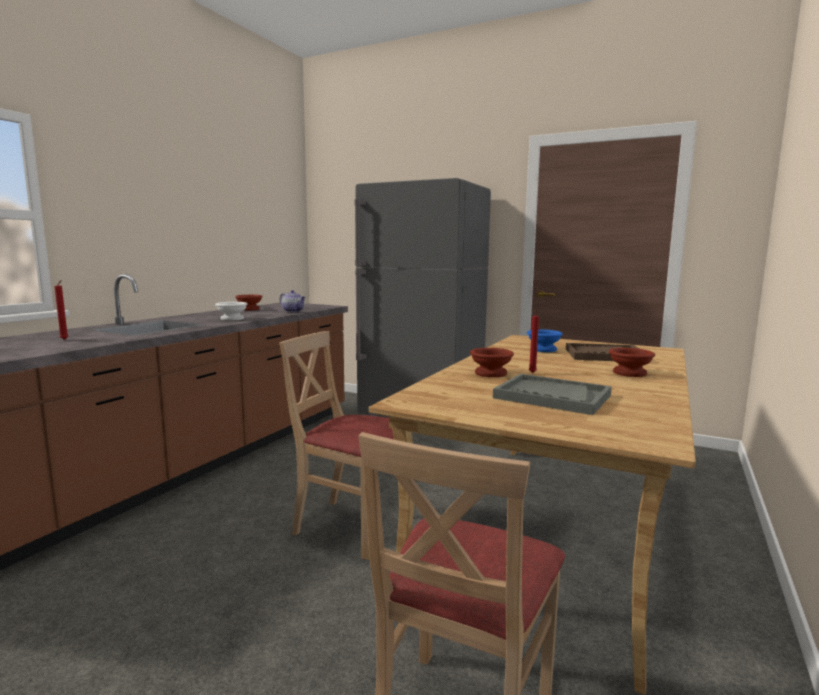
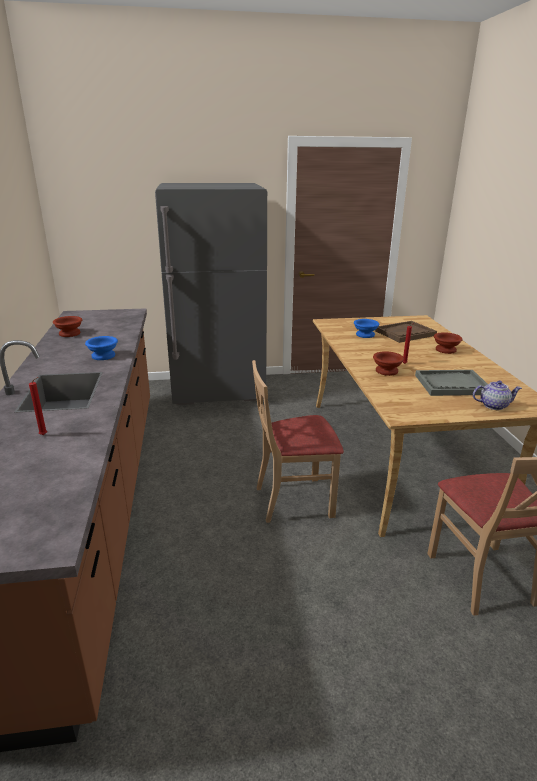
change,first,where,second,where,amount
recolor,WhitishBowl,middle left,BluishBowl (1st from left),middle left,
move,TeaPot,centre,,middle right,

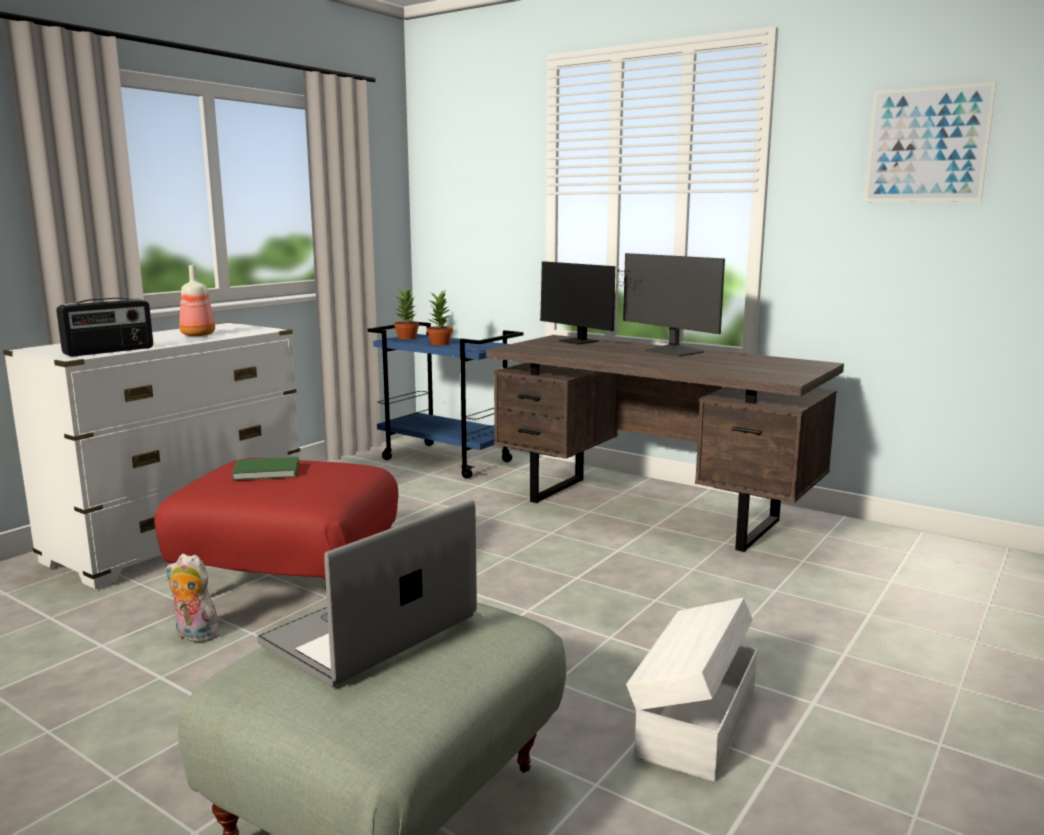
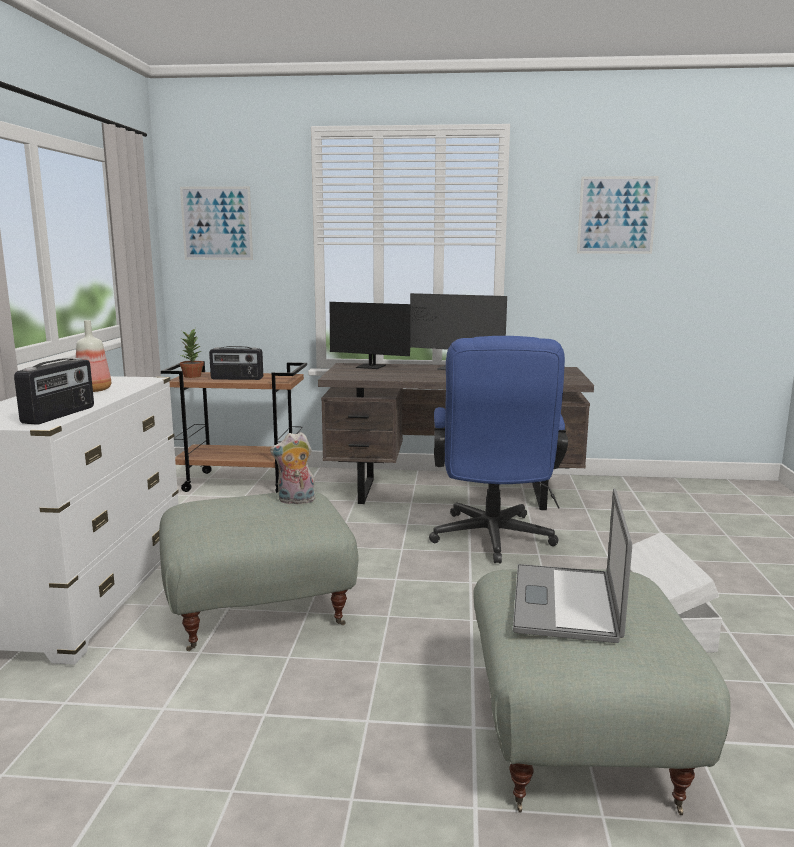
change,first,where,second,where,amount
recolor,RedColouredOttoman,middle left,GreyOttoman (1st from left),bottom left,
move,PlushToy,bottom left,,centre,
delete,GreenColouredBoundBook,middle left,,,
recolor,BluishCart,centre,BrownColouredCart,middle left,
replace,Houseplant (2nd from left),centre,RadioSet (2nd from left),middle left,
insert,,,Picture (1st from left),top left,
insert,,,BluishOfficeChair,centre,

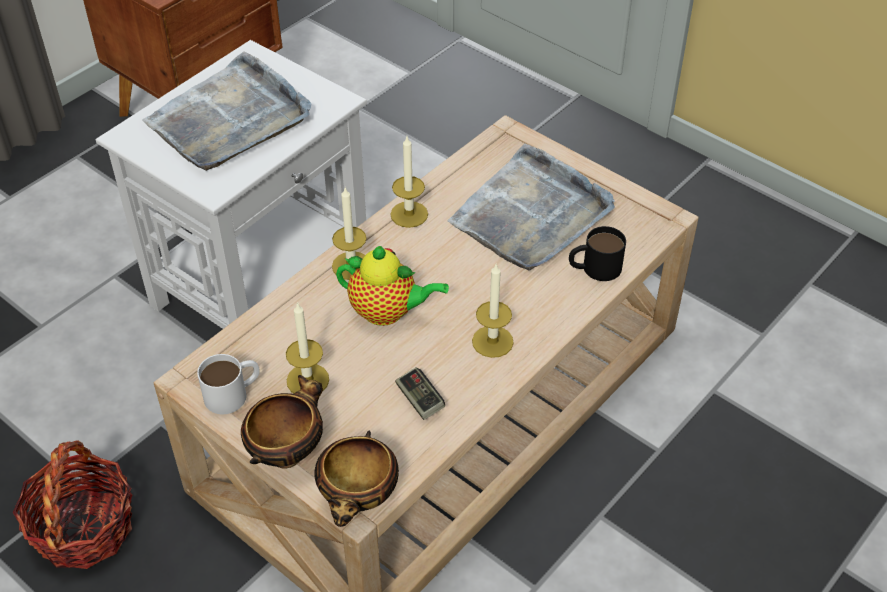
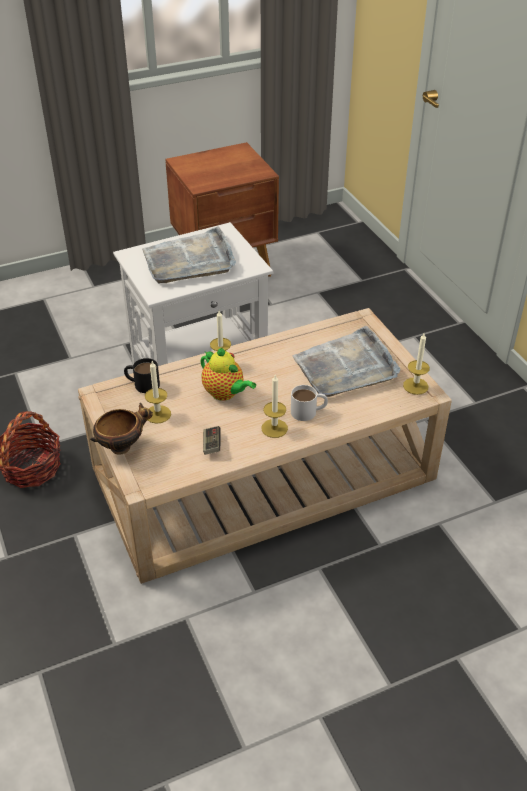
change,first,where,second,where,amount
move,WhitishTeaMug,middle left,,centre,
delete,Bowl (2nd from left),bottom centre,,,
move,Candle (3rd from left in the first image),top centre,Candle (4th from left),middle right,
move,BlackishTeaMug,middle right,,middle left,

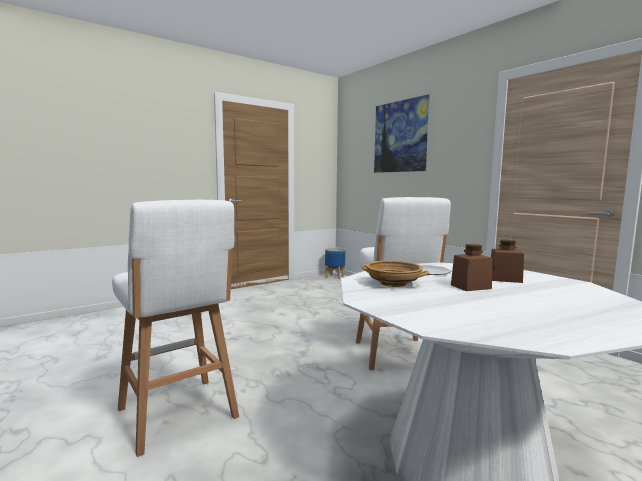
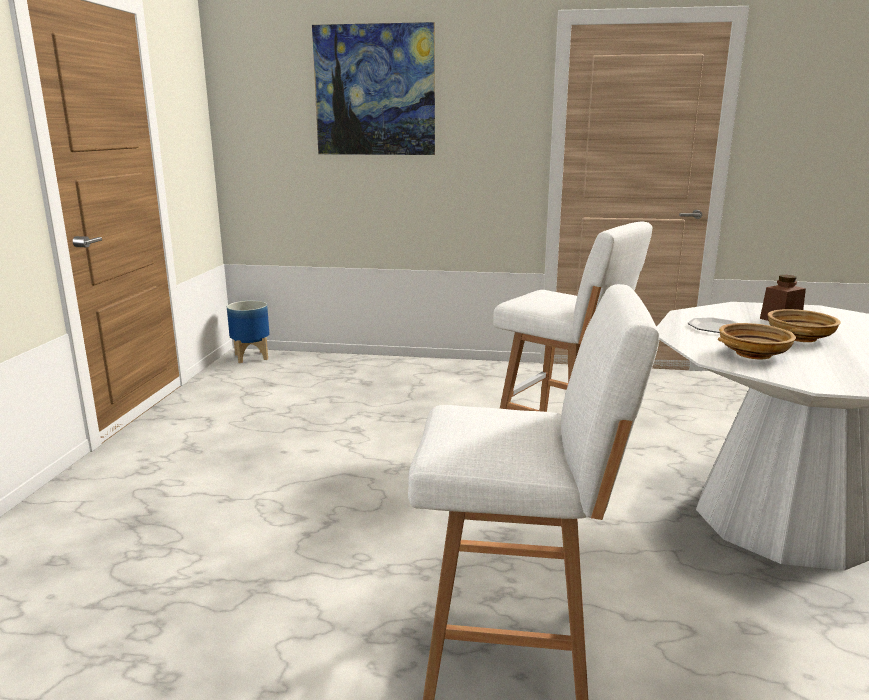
change,first,where,second,where,amount
replace,BrownColouredPreserveJar (1st from left),middle right,SandColouredBowl (2nd from left),middle right,

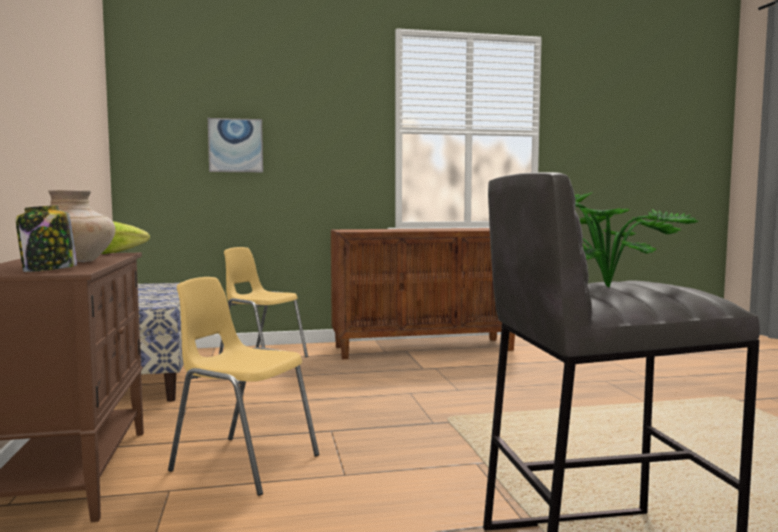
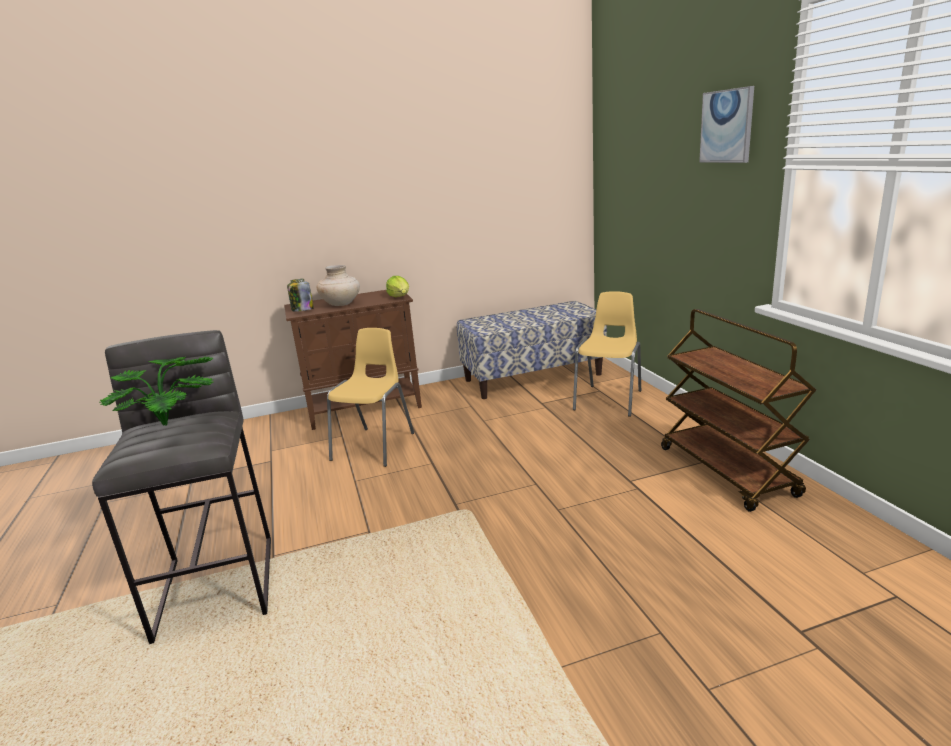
change,first,where,second,where,amount
move,Picture,top left,,top right,
replace,BrownColouredCabinet (2nd from left),centre,BrownColouredCart,middle right,

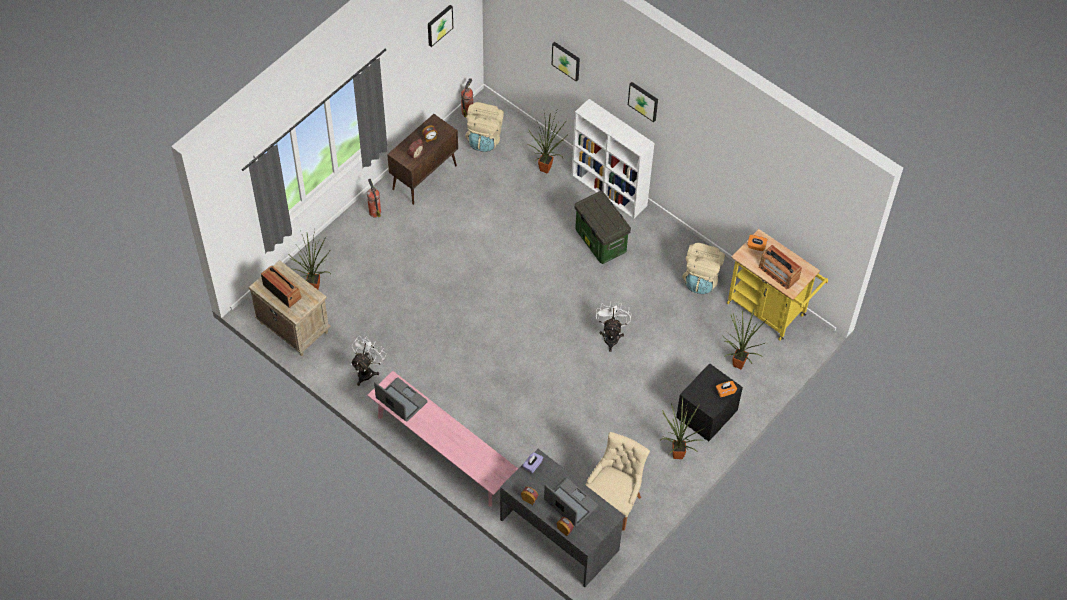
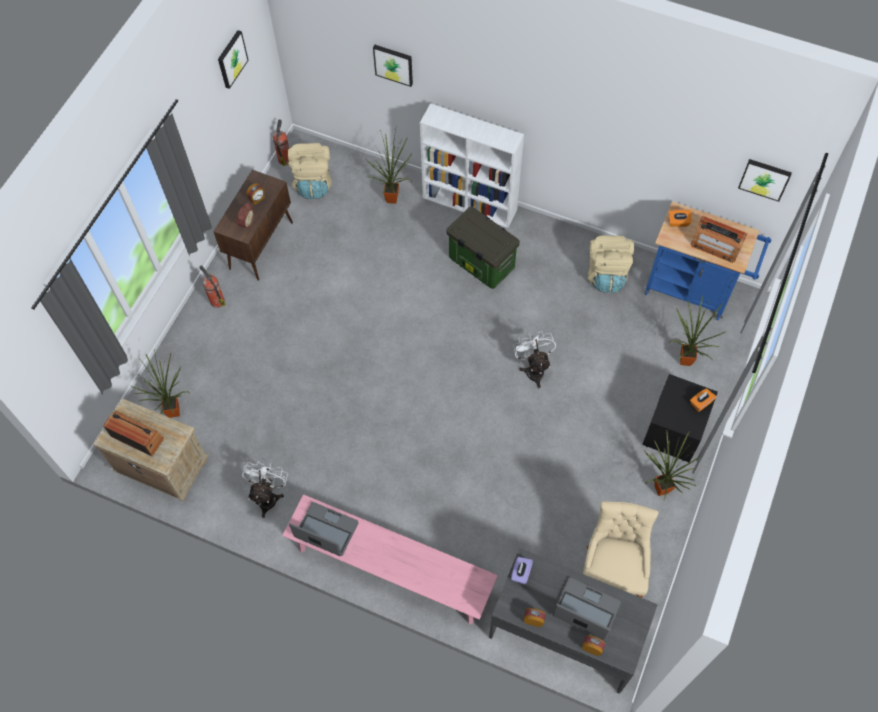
change,first,where,second,where,amount
move,Picture (3rd from left),top centre,,top right,
recolor,YellowishCart,middle right,BluishCart,middle right,

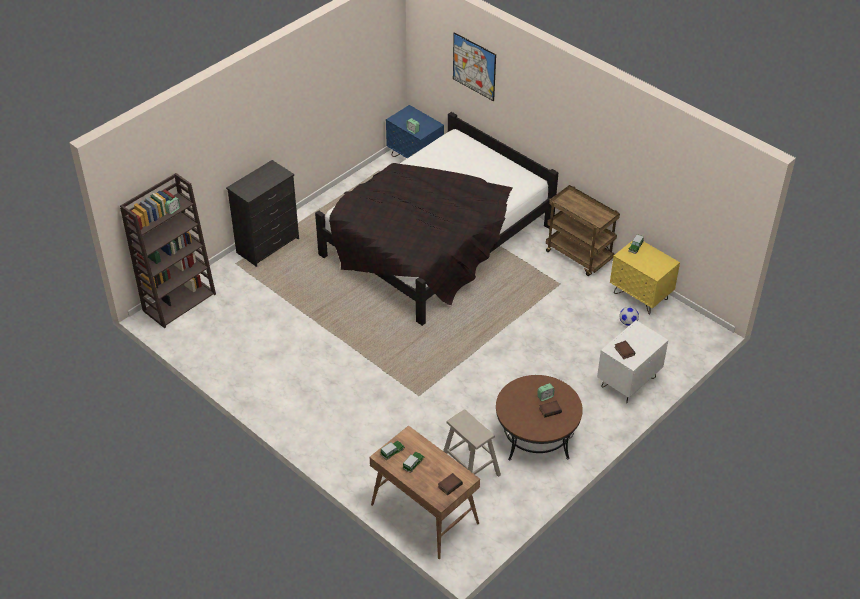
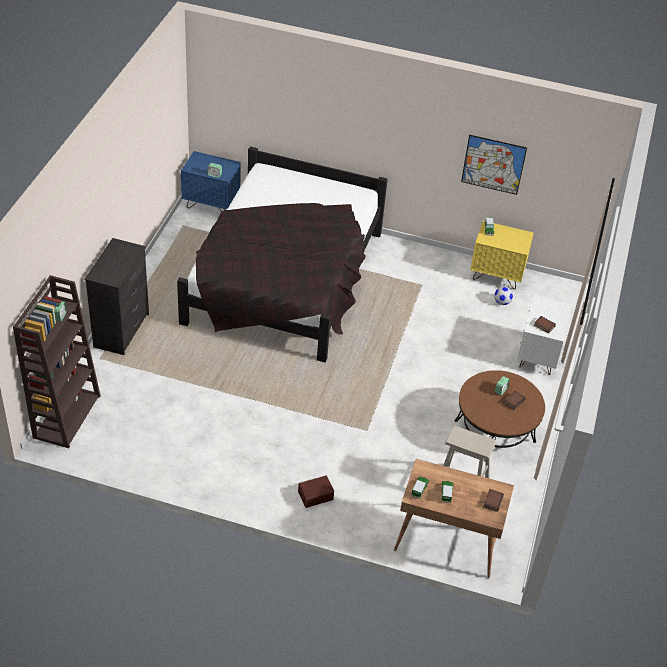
change,first,where,second,where,amount
move,Picture,top centre,,top right,
delete,BrownColouredCart,middle right,,,
insert,,,BrownColouredStorageContainer,bottom centre,

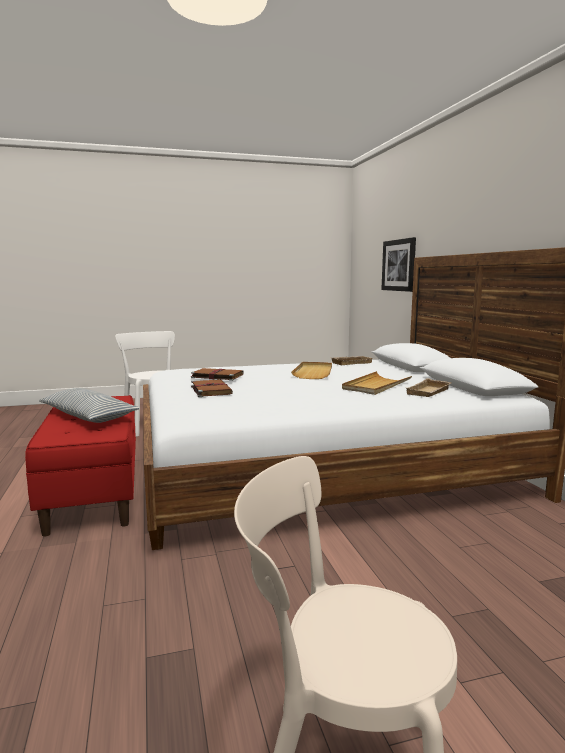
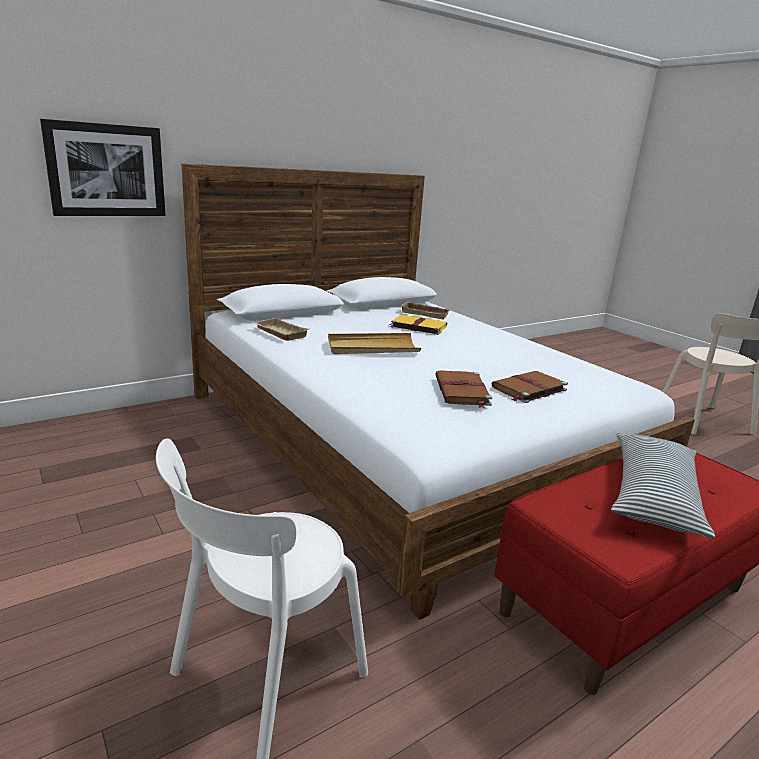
change,first,where,second,where,amount
replace,SandColouredTray (3rd from left),middle right,YellowishBoundBook,centre,

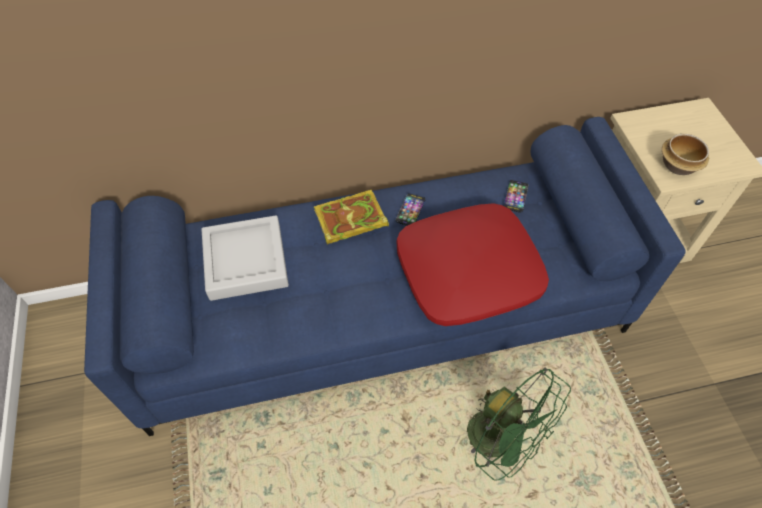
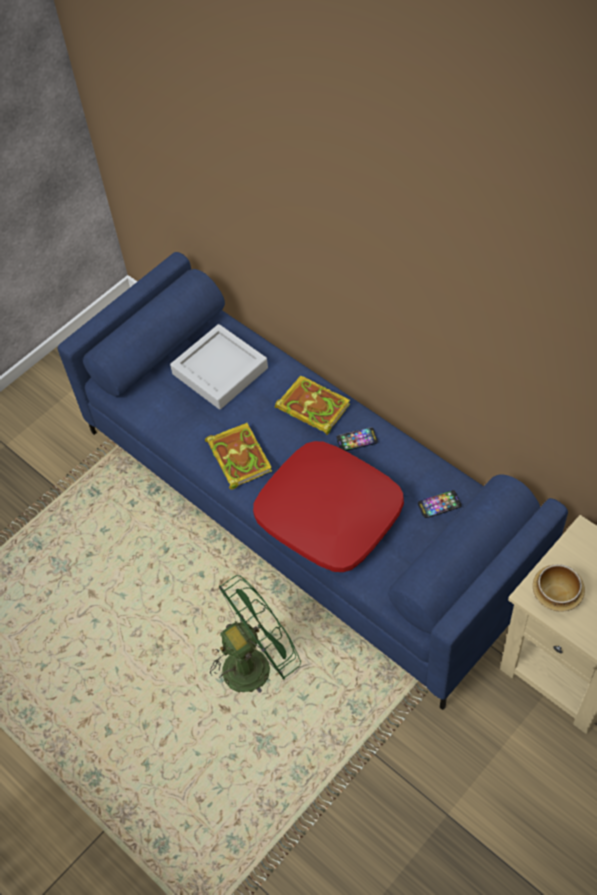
change,first,where,second,where,amount
rotate,GreenColouredCoolingFan,bottom right,,bottom centre,135 degrees counterclockwise
insert,,,BoundBook (1st from left),centre,

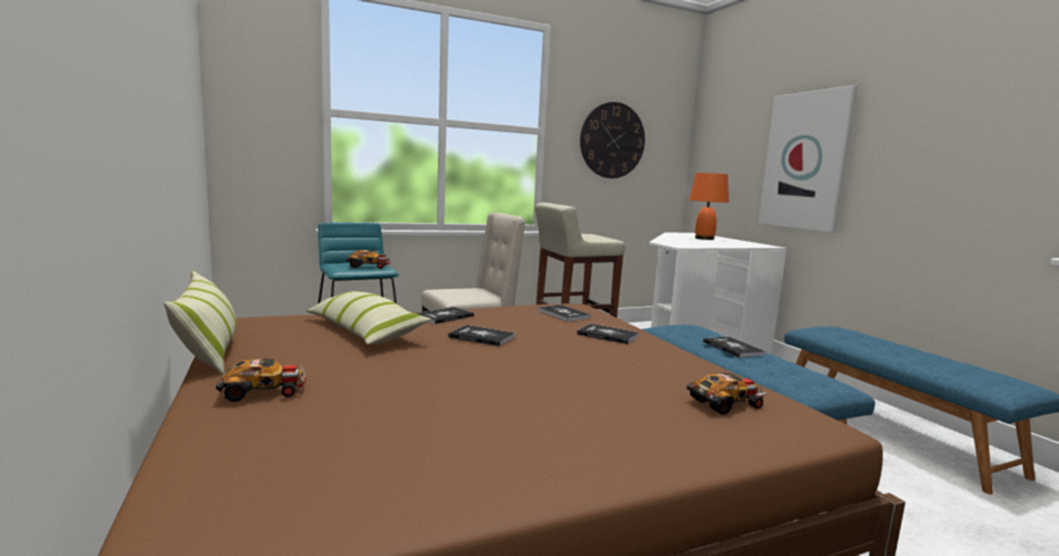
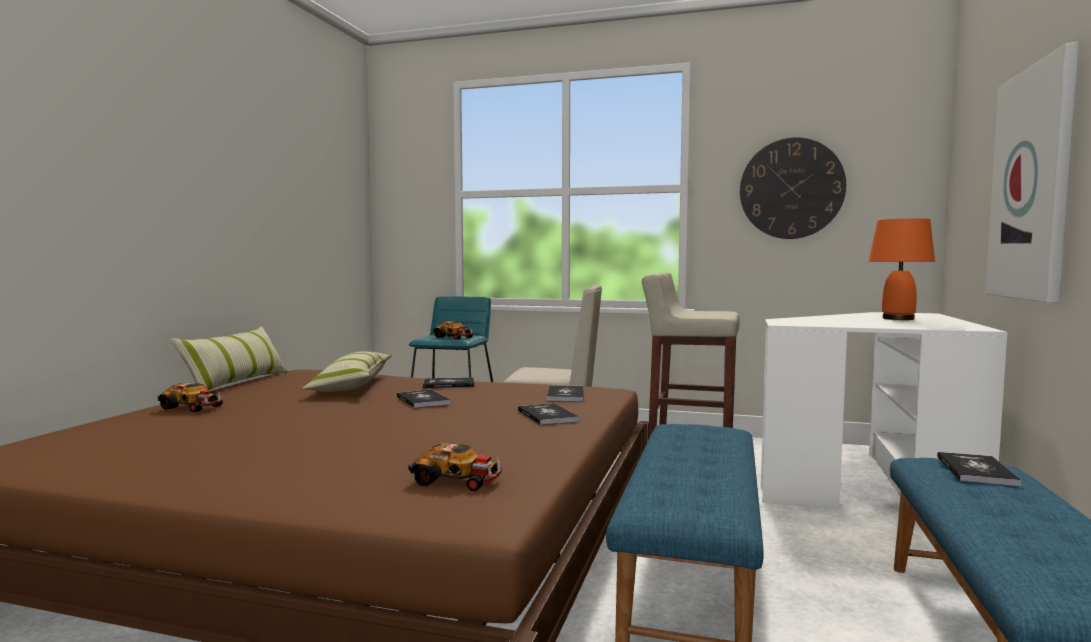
change,first,where,second,where,amount
move,BoundBook (5th from left),middle right,,bottom right,

